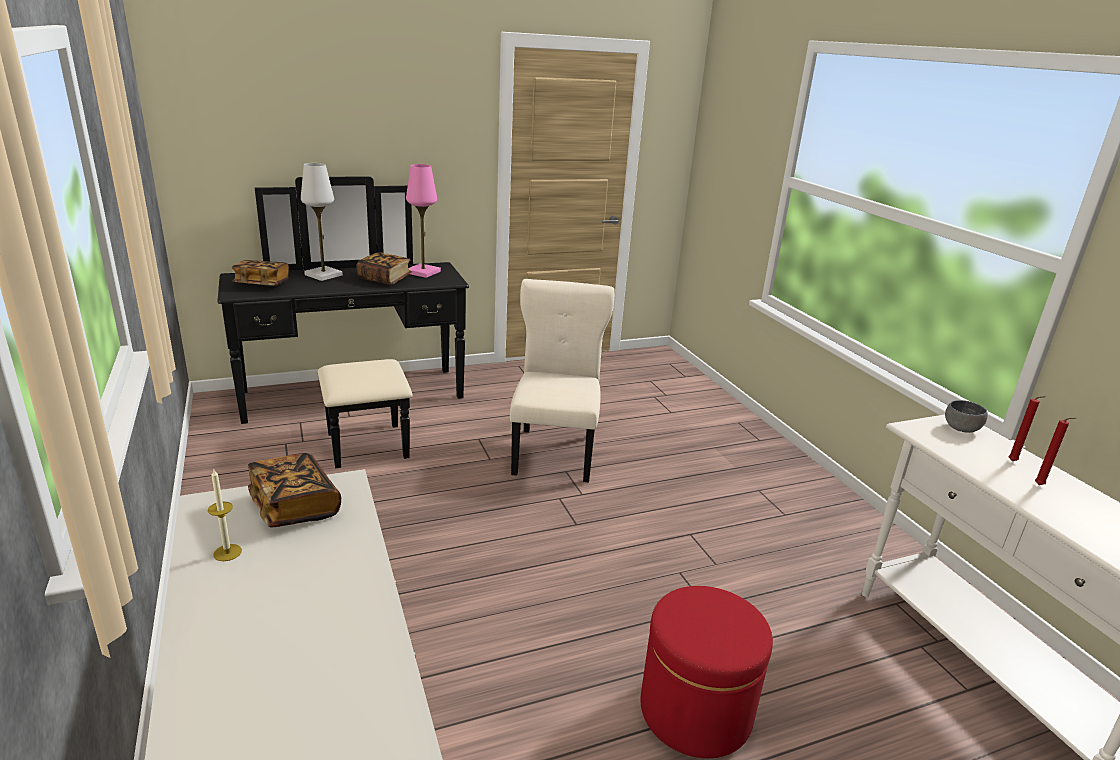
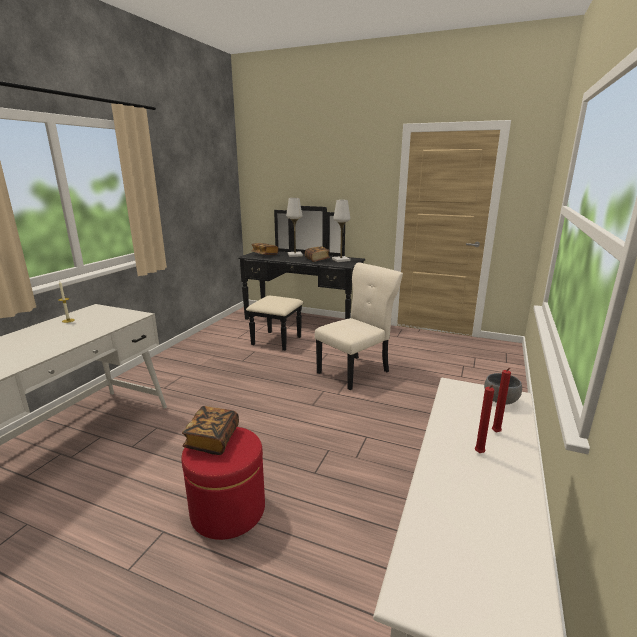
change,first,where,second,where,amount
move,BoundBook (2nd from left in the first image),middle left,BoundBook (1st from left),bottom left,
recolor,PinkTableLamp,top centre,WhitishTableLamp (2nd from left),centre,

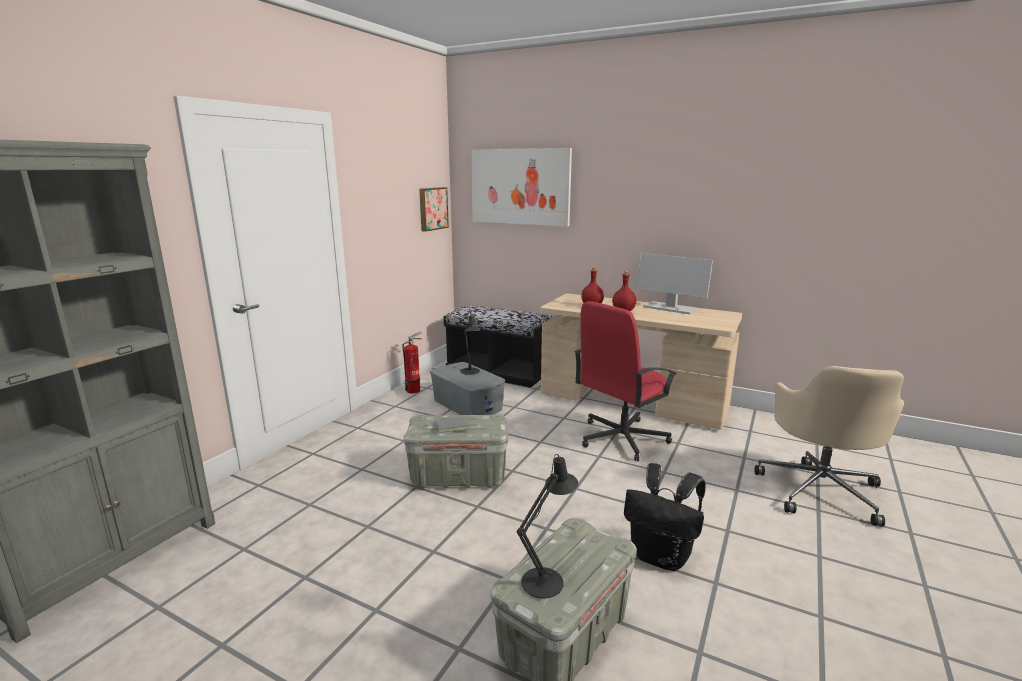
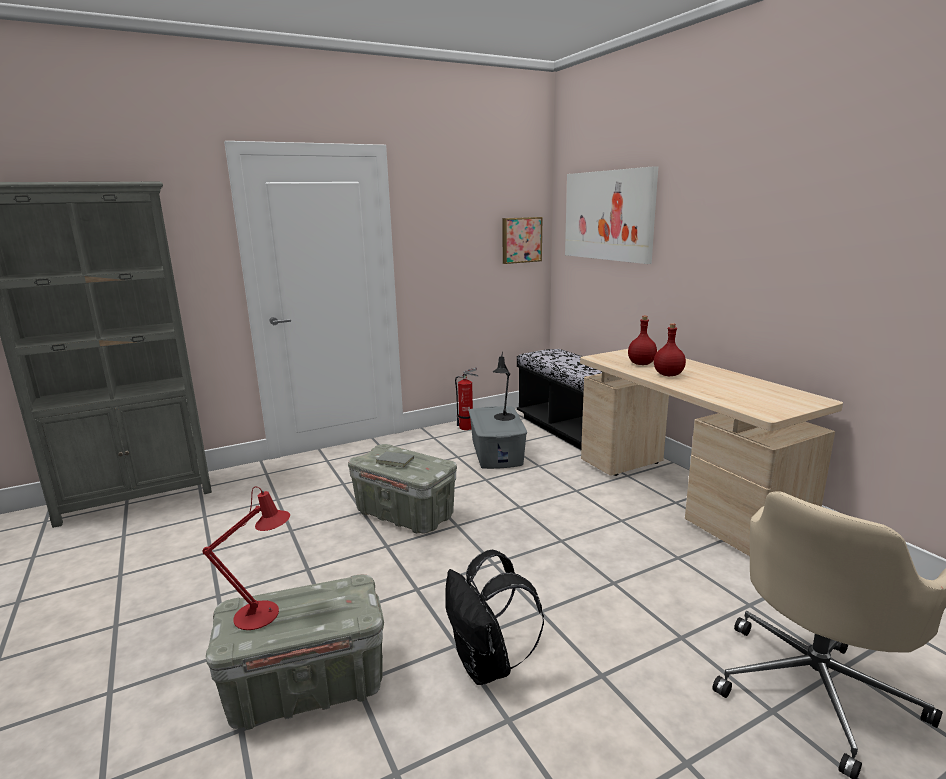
change,first,where,second,where,amount
recolor,BlackishTableLamp (2nd from left),bottom centre,RedColouredTableLamp,bottom left,
delete,RedColouredOfficeChair,centre,,,
delete,ComputerScreen,centre,,,

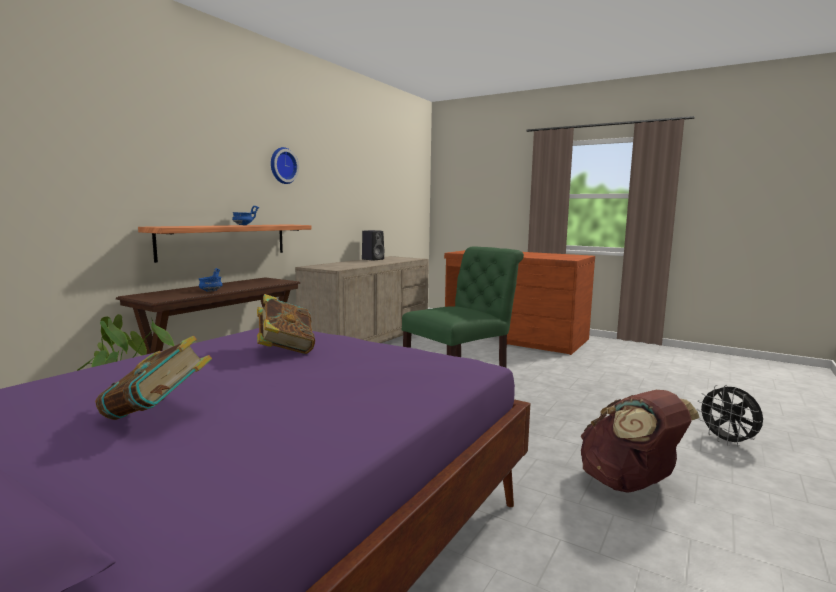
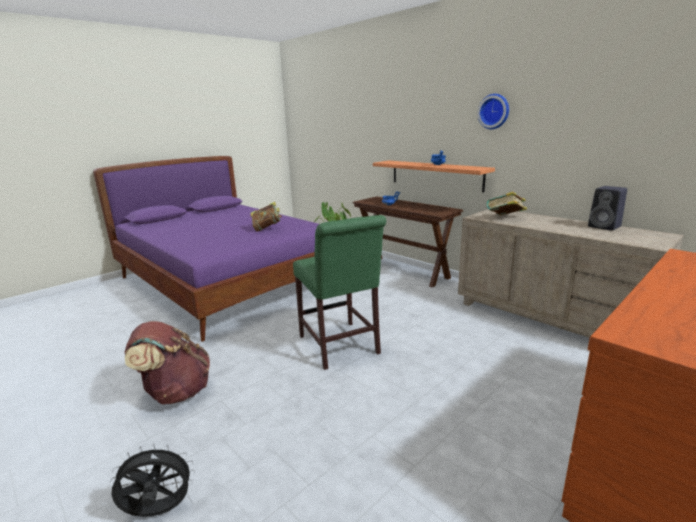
change,first,where,second,where,amount
move,BoundBook (1st from left in the first image),middle left,BoundBook (2nd from left),middle right,

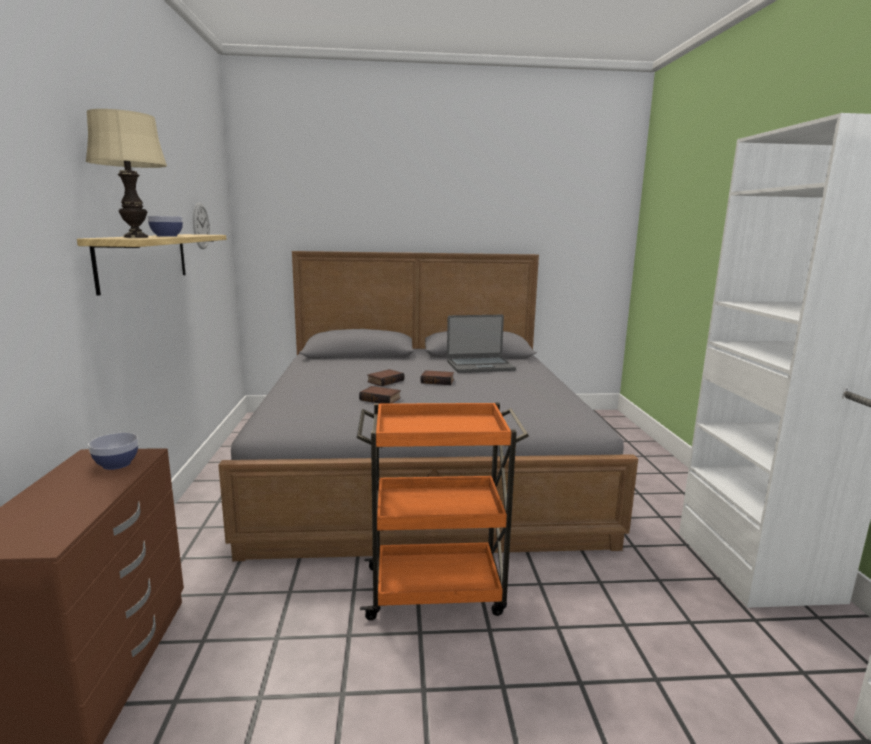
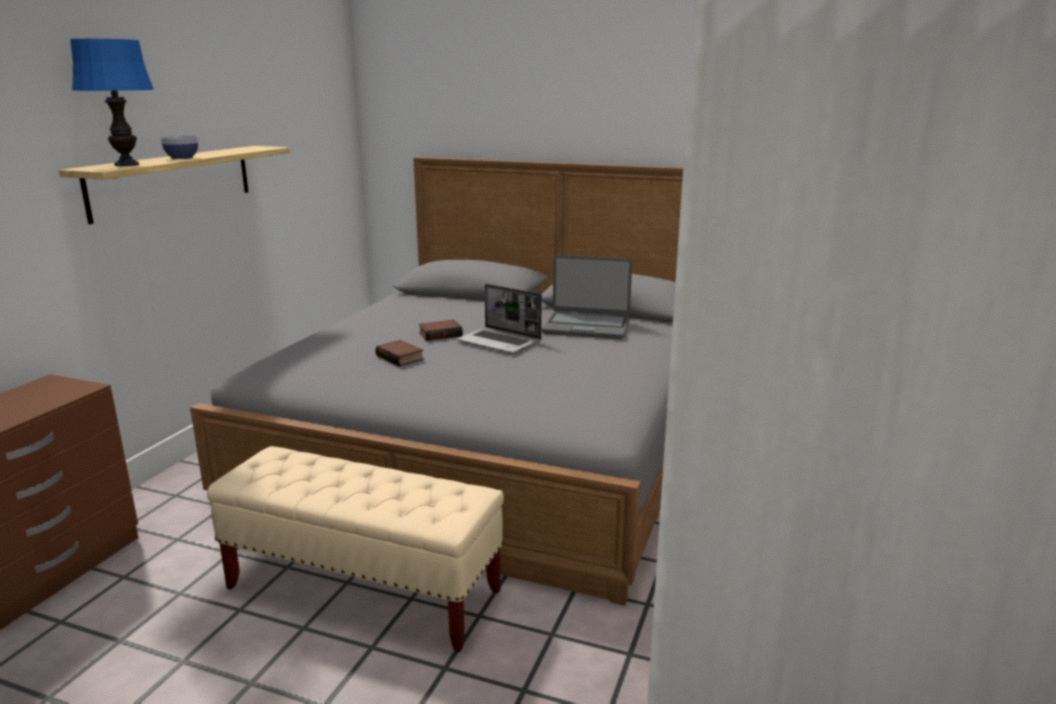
change,first,where,second,where,amount
recolor,SandColouredTableLamp,top left,BluishTableLamp,top left,
delete,Bowl (1st from left),middle left,,,
delete,HangingClock,top left,,,
replace,OrangeColouredCart,bottom centre,SandColouredBench,bottom centre,
replace,BoundBook (3rd from left),centre,PortableComputer (1st from left),centre,

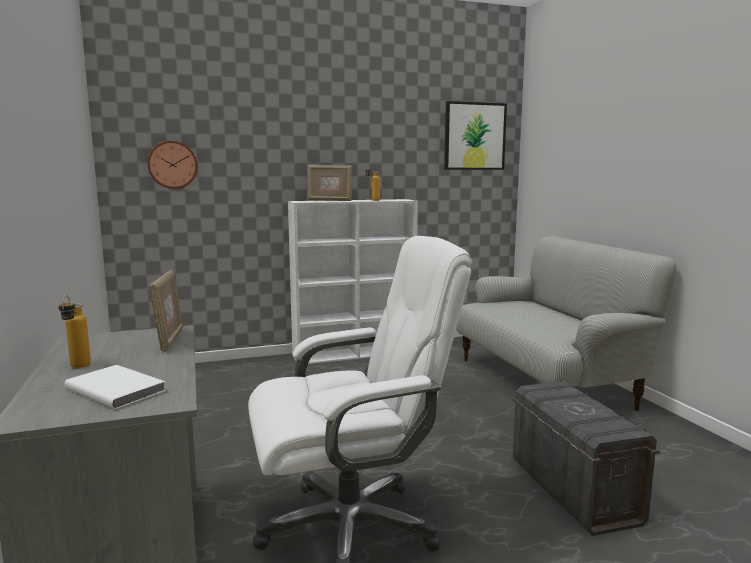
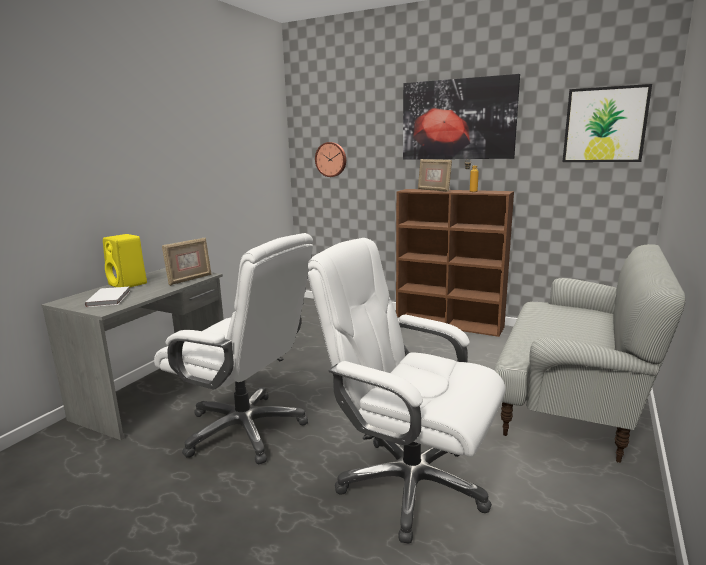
change,first,where,second,where,amount
replace,Bottle (1st from left),middle left,YellowishSpeaker,middle left,
recolor,WhitishBookcase,centre,BrownColouredBookcase,centre,
replace,GreyStorageContainer,bottom right,WhitishOfficeChair (2nd from left),bottom centre,
insert,,,Picture (1st from left),top centre,

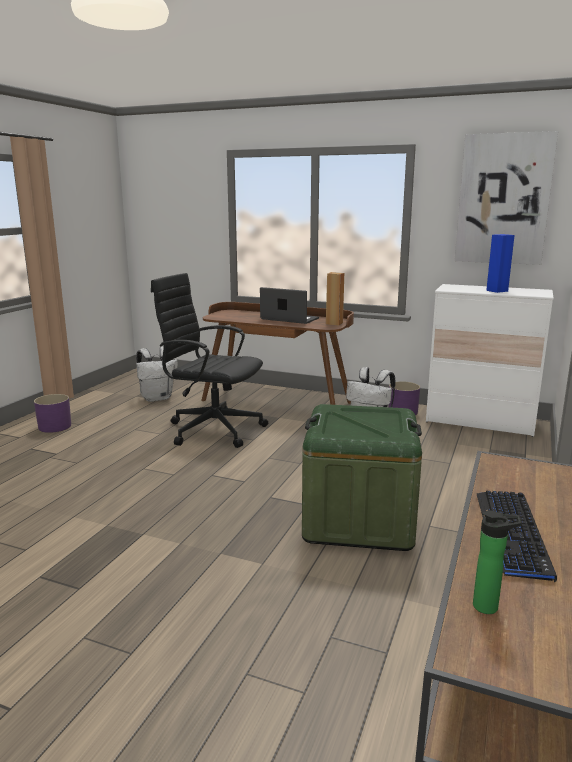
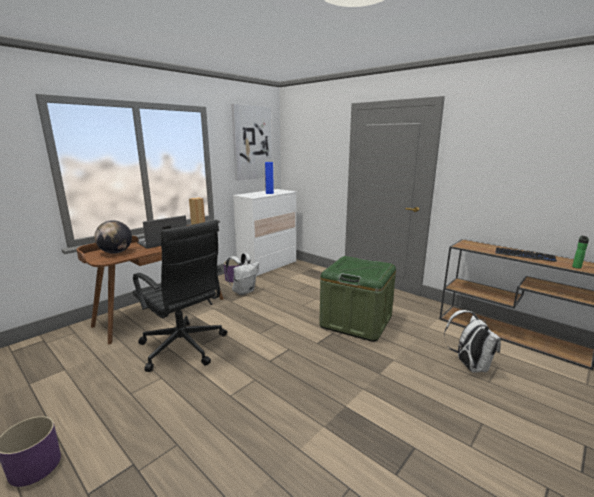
change,first,where,second,where,amount
move,WhitishKnapsack (1st from left in the first image),middle left,WhitishKnapsack (2nd from left),bottom right,
rotate,BlackishOfficeChair,centre,,middle left,90 degrees counterclockwise
insert,,,WorldGlobe,middle left,

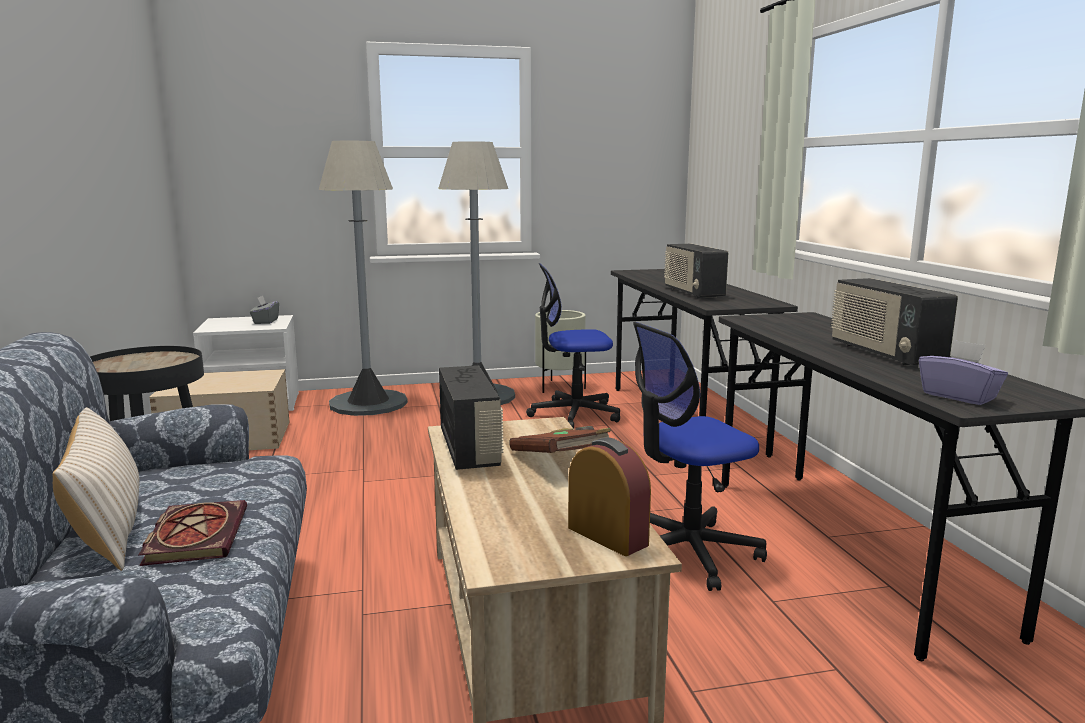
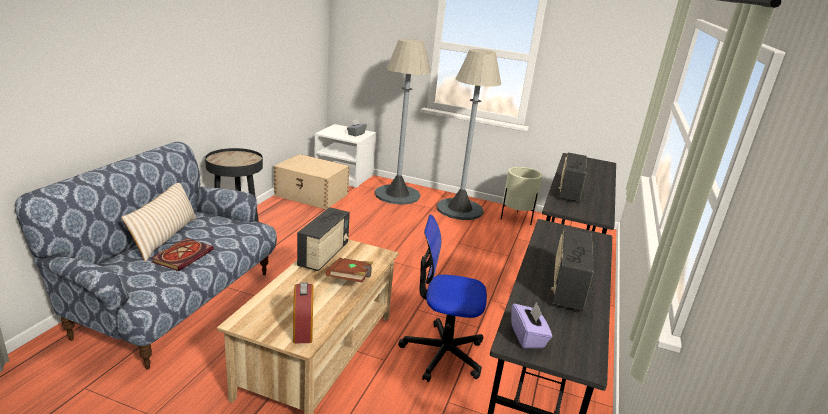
change,first,where,second,where,amount
delete,OfficeChair (1st from left),centre,,,

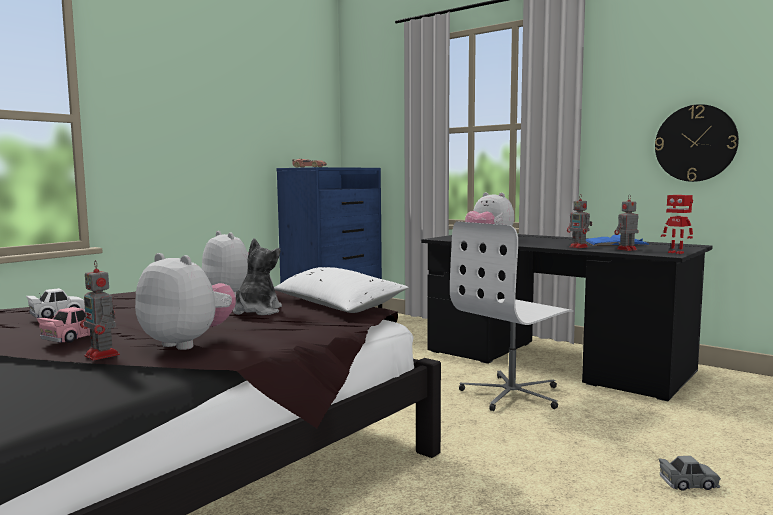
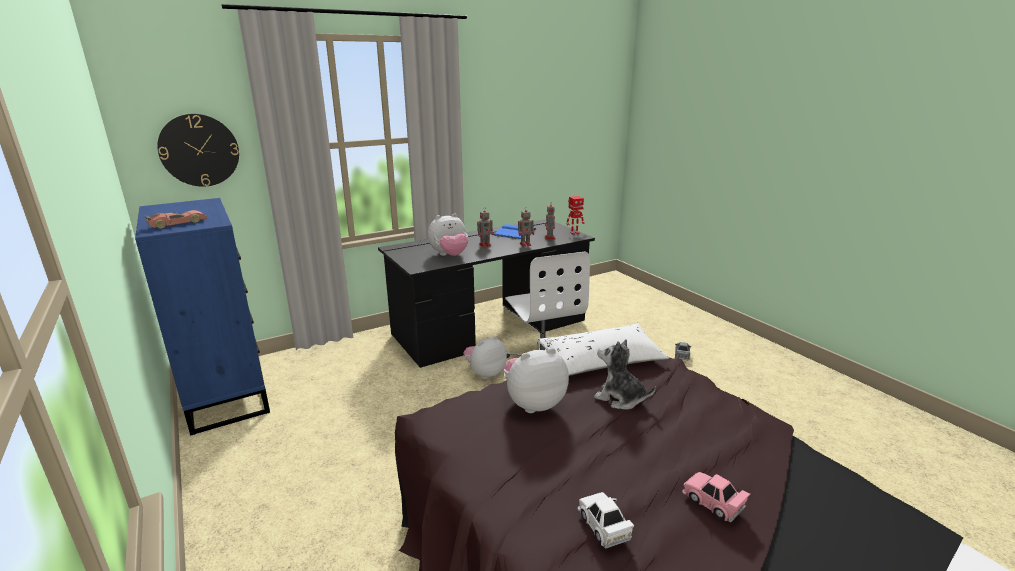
change,first,where,second,where,amount
move,ModelRobot (1st from left),middle left,,centre,
move,PlushToy (1st from left in the first image),middle left,PlushToy (2nd from left),centre,
move,HangingClock,top right,,top left,

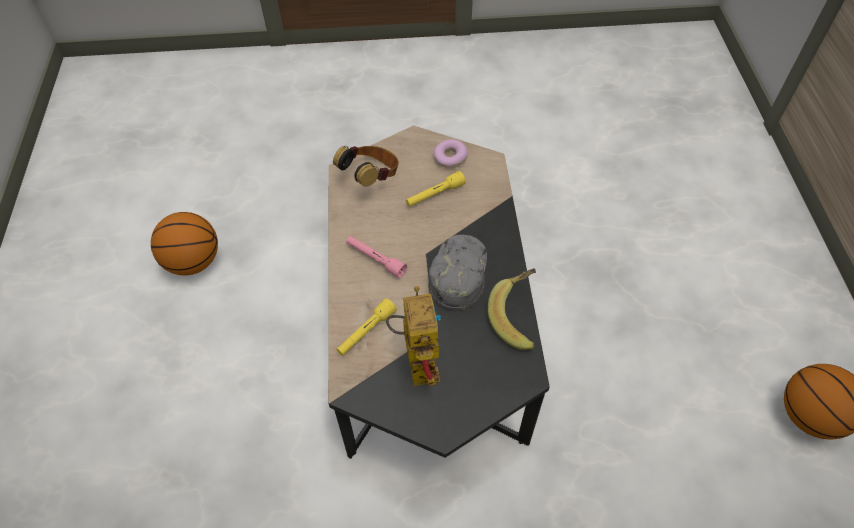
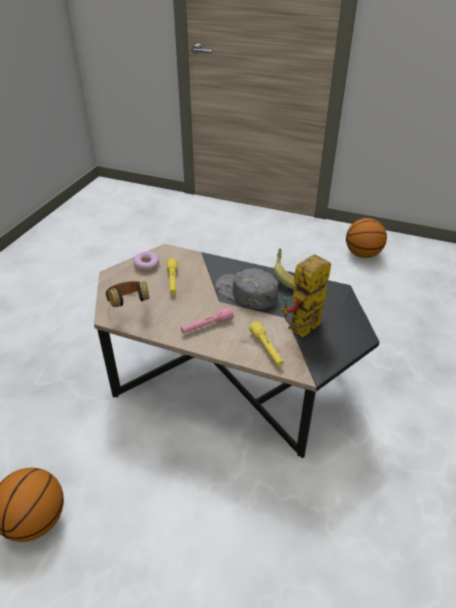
change,first,where,second,where,amount
rotate,ModelRobot,centre,,middle right,60 degrees counterclockwise

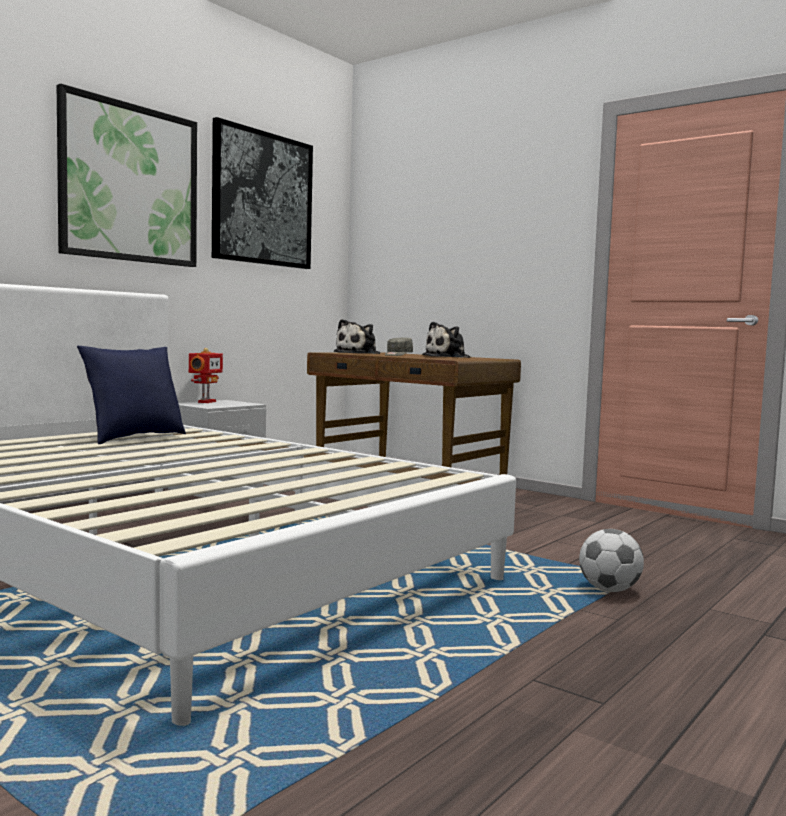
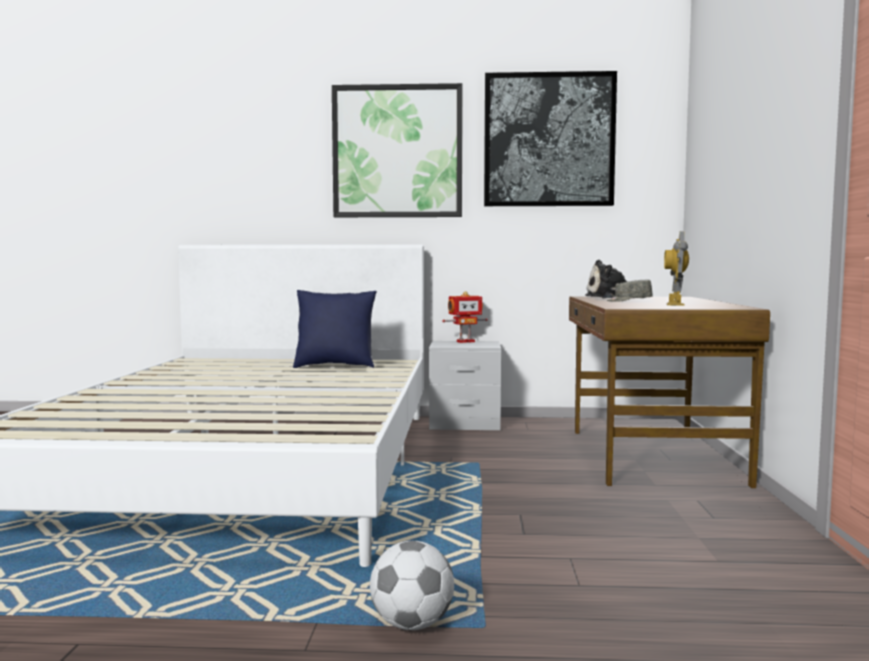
change,first,where,second,where,amount
replace,PlushToy (2nd from left),centre,ModelRobot (2nd from left),middle right,

